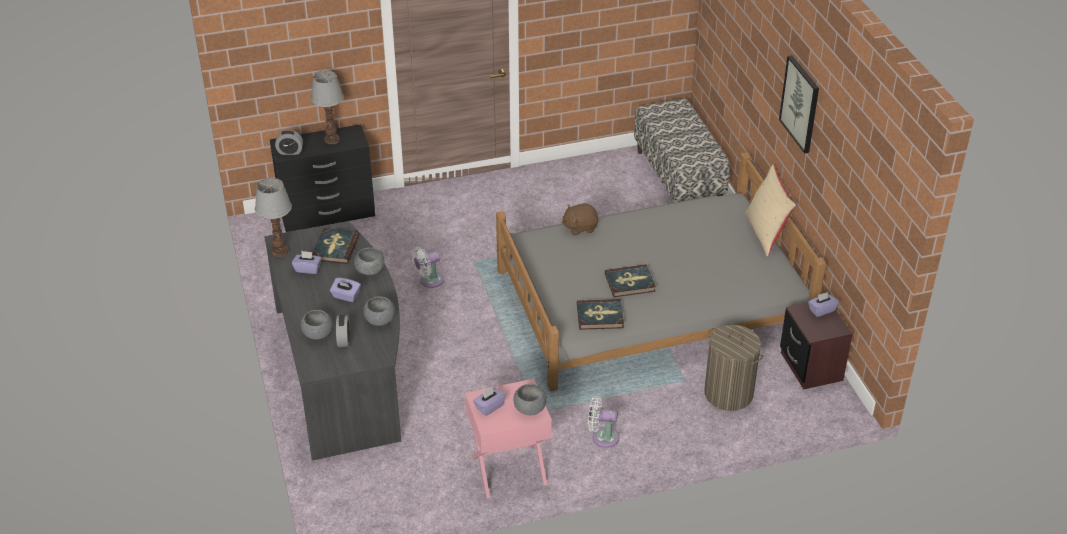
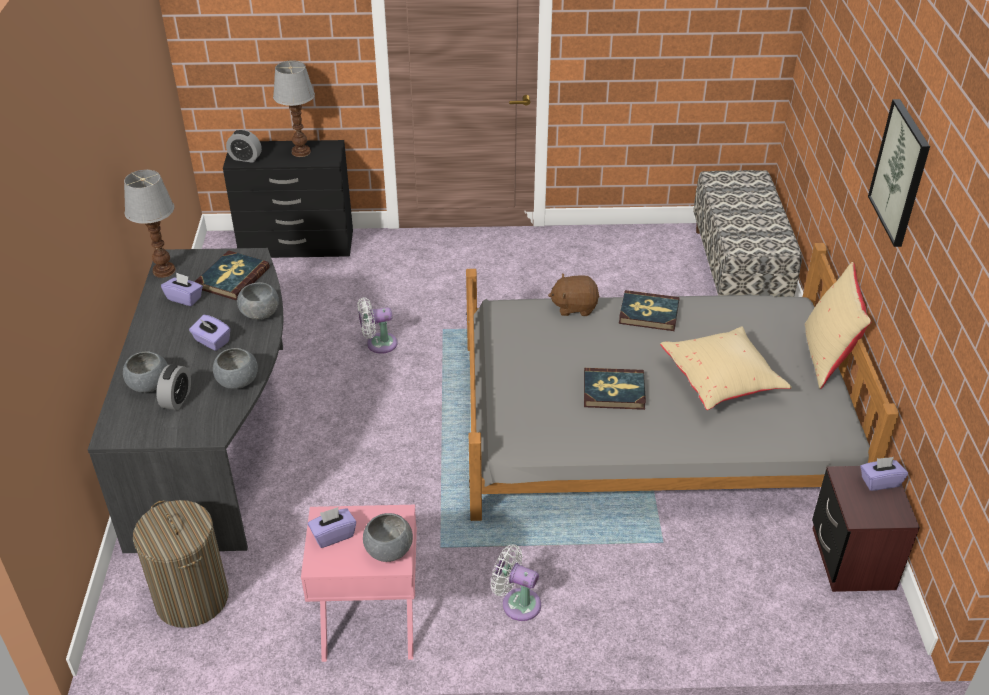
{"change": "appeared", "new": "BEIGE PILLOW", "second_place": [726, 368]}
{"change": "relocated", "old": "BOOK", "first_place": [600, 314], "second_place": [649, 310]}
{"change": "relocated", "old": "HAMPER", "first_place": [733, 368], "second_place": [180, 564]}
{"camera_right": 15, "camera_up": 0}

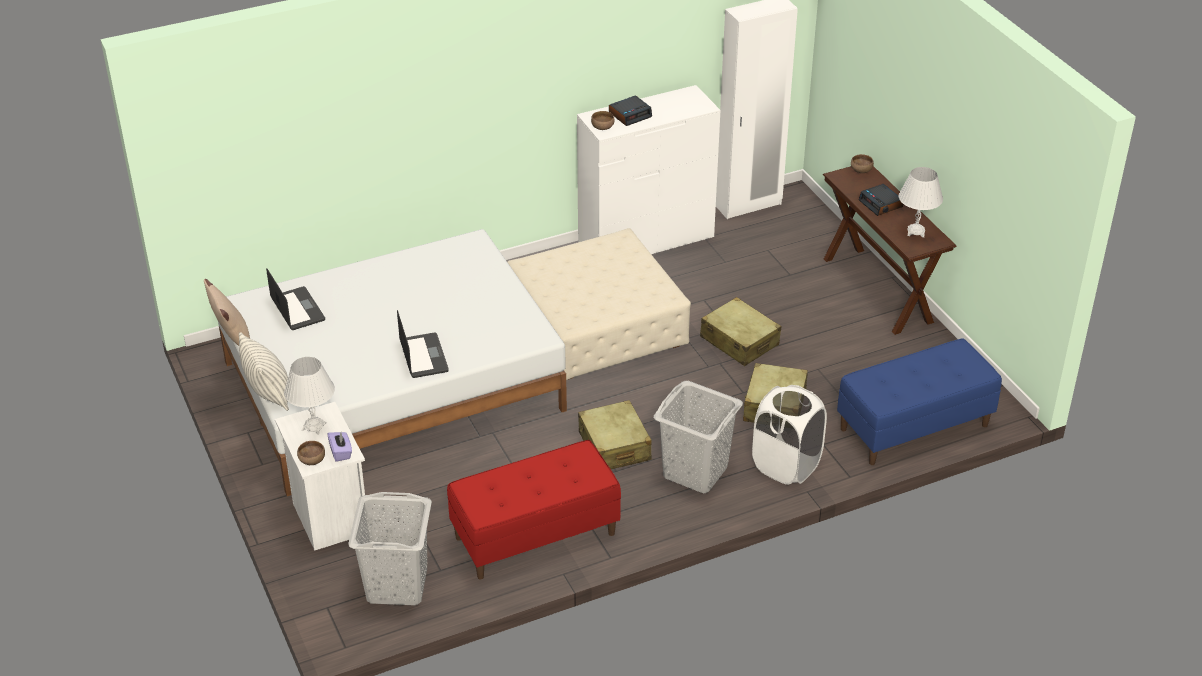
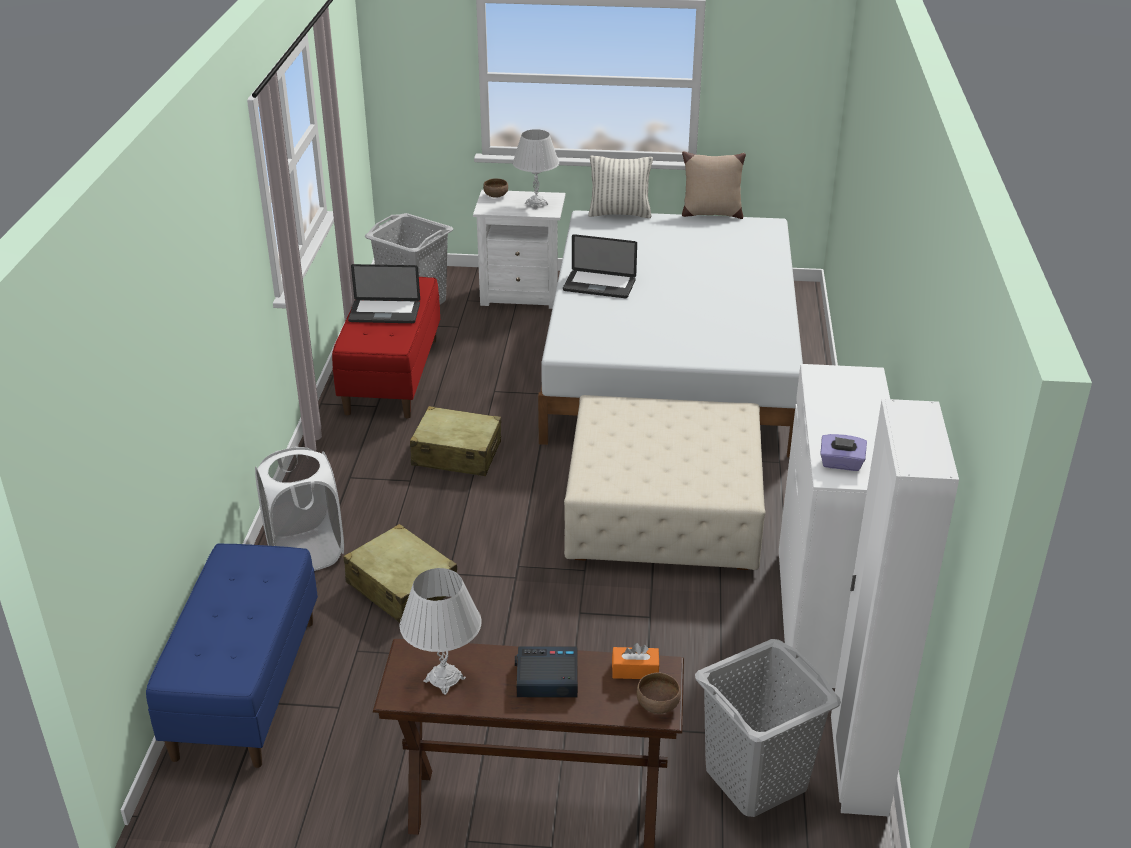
{"change": "missing", "old": "BROWNISH DEEP DISH", "first_place": [603, 120]}
{"change": "missing", "old": "TABLE CLOCK", "first_place": [630, 110]}
{"change": "missing", "old": "BEIGE SUITCASE", "first_place": [740, 331]}
{"change": "appeared", "new": "ORANGEY TISSUE HOLDER", "second_place": [635, 661]}
{"change": "relocated", "old": "LAPTOP", "first_place": [295, 299], "second_place": [384, 293]}
{"change": "relocated", "old": "PURPLISH TISSUE HOLDER", "first_place": [340, 447], "second_place": [843, 452]}
{"change": "relocated", "old": "GREY HAMPER", "first_place": [698, 437], "second_place": [768, 728]}
{"camera_right": 120, "camera_up": -5}

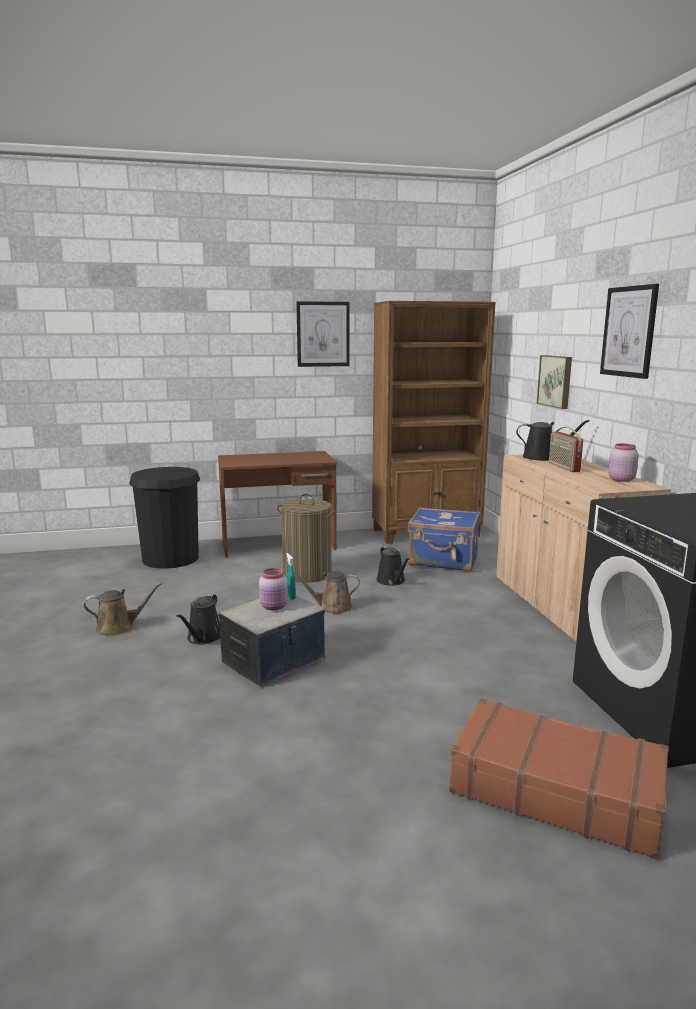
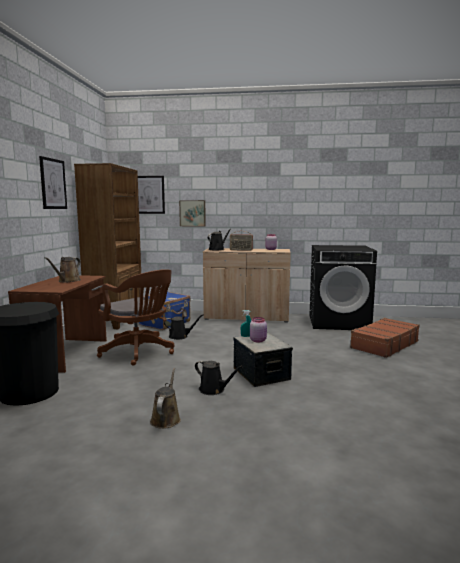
{"change": "relocated", "old": "BROWNISH WATERING CAN", "first_place": [326, 592], "second_place": [63, 270]}
{"change": "relocated", "old": "PICTURE", "first_place": [629, 331], "second_place": [151, 195]}
{"change": "exchanged", "old": "HAMPER", "new": "BROWNISH OFFICE CHAIR", "first_place": [306, 538], "second_place": [135, 317]}
{"camera_right": -70, "camera_up": -5}

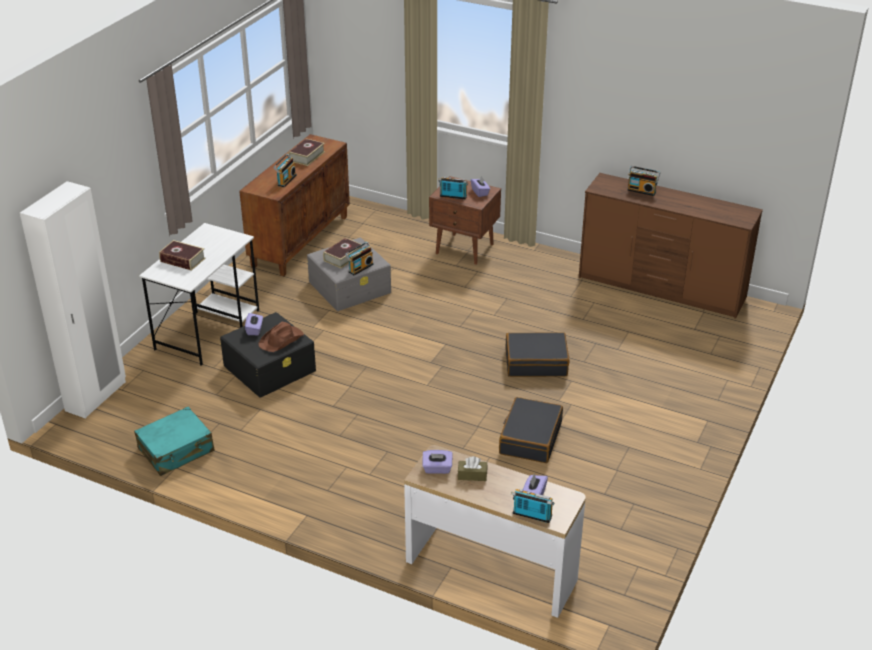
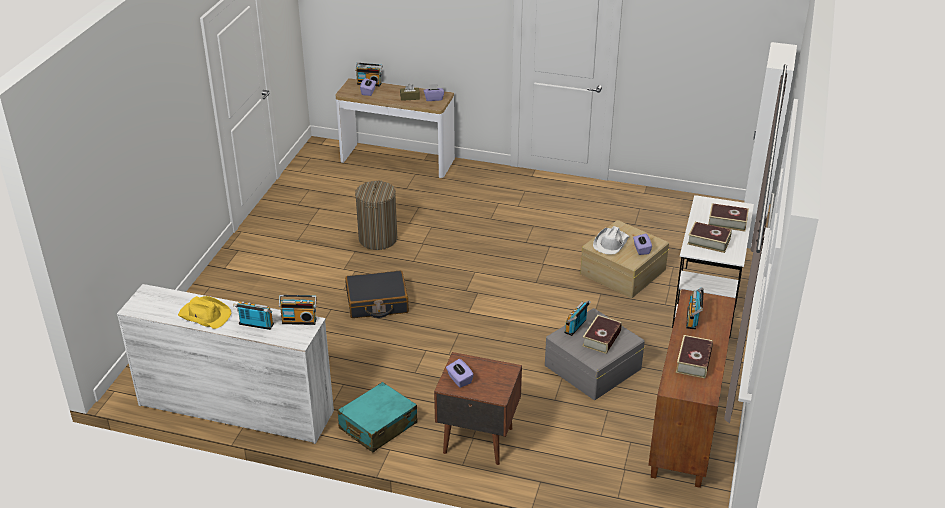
{"change": "appeared", "new": "YELLOWISH HAT", "second_place": [204, 312]}
{"change": "appeared", "new": "BOOK", "second_place": [709, 237]}
{"change": "relocated", "old": "BLUE-GREEN SUITCASE", "first_place": [174, 441], "second_place": [378, 417]}
{"change": "relocated", "old": "RADIO", "first_place": [453, 188], "second_place": [298, 310]}
{"change": "exchanged", "old": "BLACK-COLOURED SUITCASE", "new": "HAMPER", "first_place": [531, 430], "second_place": [376, 215]}
{"change": "colour", "old": "BLACK-COLOURED STORAGE BIN", "new": "BEIGE STORAGE BIN", "first_place": [268, 355], "second_place": [624, 259]}
{"change": "colour", "old": "BROWNISH HAT", "new": "WHITISH HAT", "first_place": [281, 337], "second_place": [611, 240]}
{"change": "colour", "old": "BROWNISH DRESSER", "new": "WHITISH DRESSER", "first_place": [671, 245], "second_place": [225, 364]}
{"camera_right": 170, "camera_up": 0}

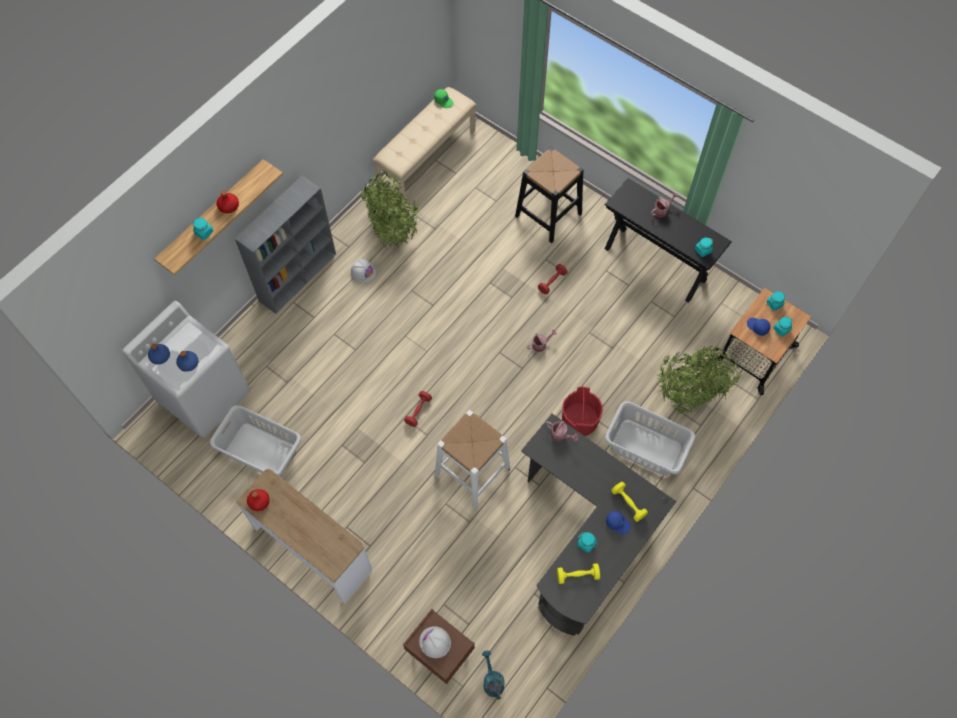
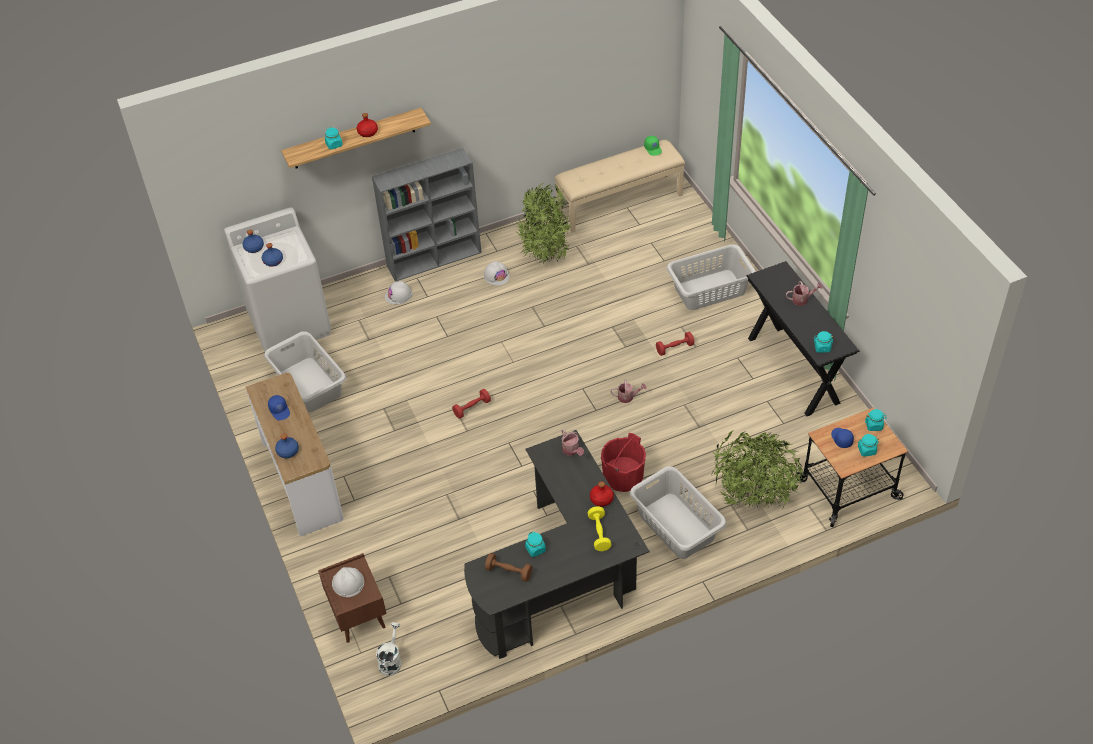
{"change": "missing", "old": "WHITISH STOOL", "first_place": [472, 459]}
{"change": "appeared", "new": "BLUE BEVERAGE BOTTLE", "second_place": [287, 446]}
{"change": "appeared", "new": "WHITISH SAFETY HELMET", "second_place": [399, 292]}
{"change": "relocated", "old": "RED BEVERAGE BOTTLE", "first_place": [258, 500], "second_place": [602, 494]}
{"change": "relocated", "old": "BLUE BASEBALL CAP", "first_place": [618, 522], "second_place": [279, 407]}
{"change": "exchanged", "old": "BLACK-COLOURED STOOL", "new": "GREY HAMPER", "first_place": [549, 195], "second_place": [711, 277]}
{"change": "colour", "old": "BLUE-GREEN WATERING CAN", "new": "WHITISH WATERING CAN", "first_place": [493, 675], "second_place": [388, 649]}
{"change": "colour", "old": "YELLOWISH HAND WEIGHT", "new": "BROWNISH HAND WEIGHT", "first_place": [578, 573], "second_place": [508, 567]}
{"camera_right": 30, "camera_up": -15}

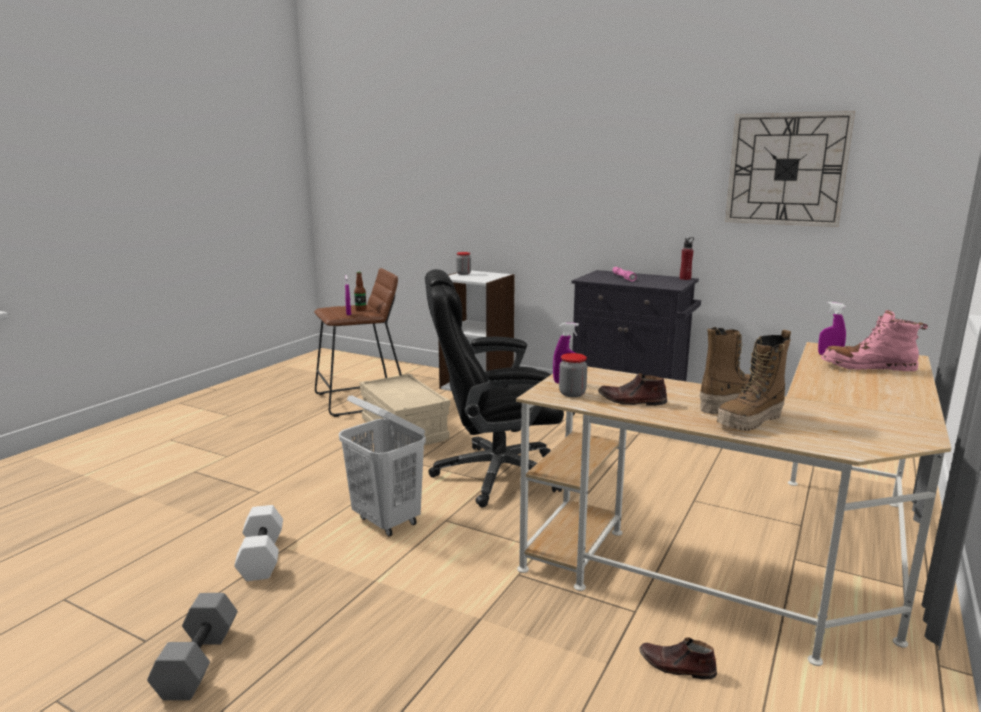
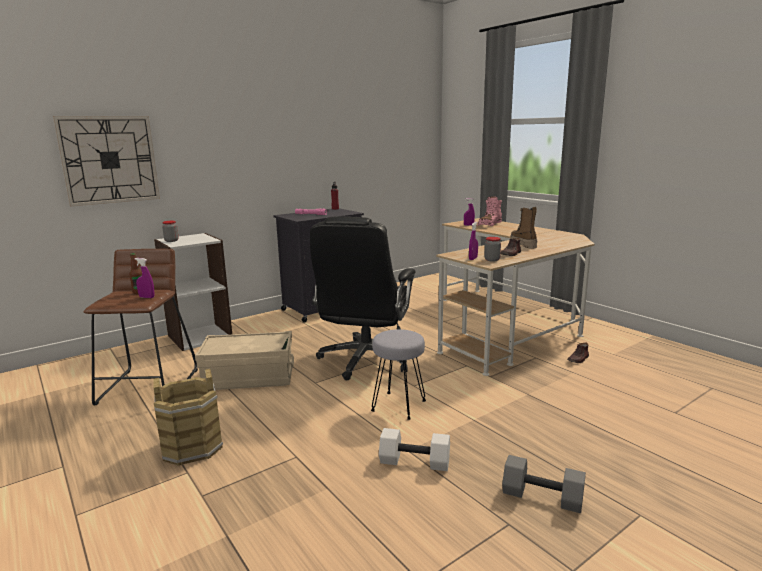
{"change": "missing", "old": "BOOT", "first_place": [754, 380]}
{"change": "appeared", "new": "BROWNISH BUCKET", "second_place": [188, 417]}
{"change": "relocated", "old": "WALL CLOCK", "first_place": [790, 169], "second_place": [106, 161]}
{"change": "exchanged", "old": "WHITISH HAMPER", "new": "GREY STOOL", "first_place": [382, 466], "second_place": [398, 374]}
{"camera_right": -65, "camera_up": 0}

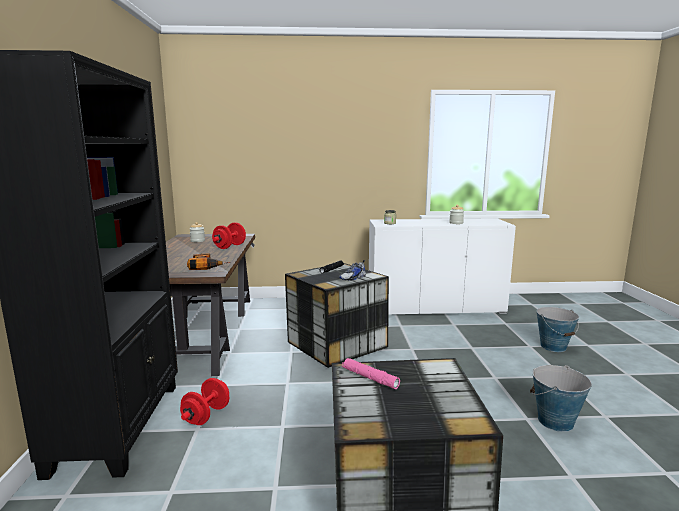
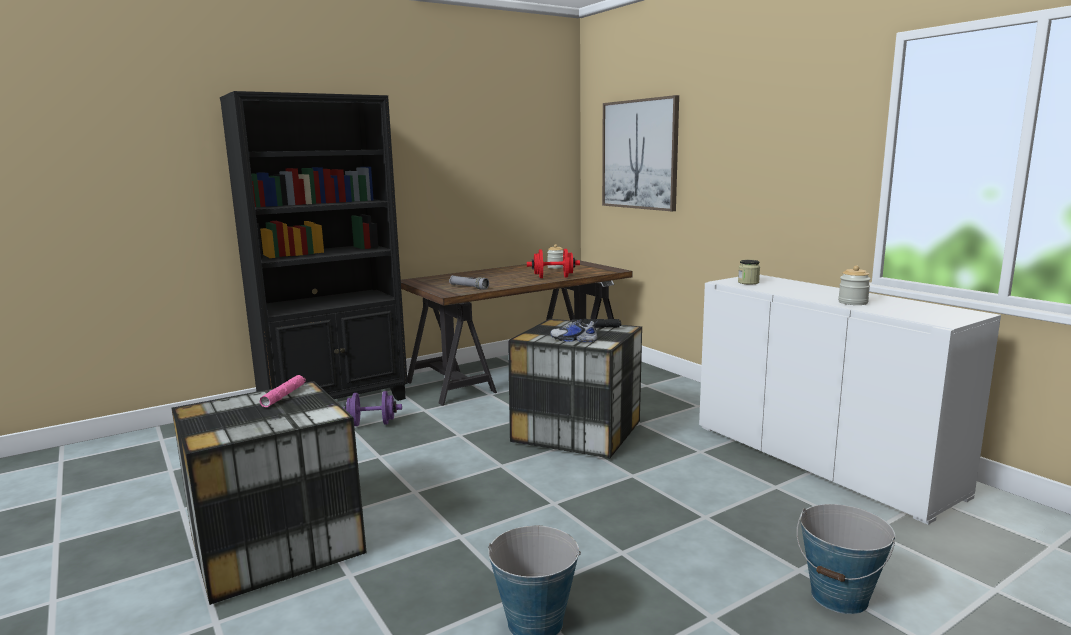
{"change": "appeared", "new": "PICTURE", "second_place": [640, 153]}
{"change": "exchanged", "old": "ELECTRIC DRILL", "new": "GREY FLASHLIGHT", "first_place": [208, 261], "second_place": [469, 282]}
{"change": "colour", "old": "RED HAND WEIGHT", "new": "PURPLISH HAND WEIGHT", "first_place": [204, 401], "second_place": [372, 408]}
{"camera_right": 60, "camera_up": 0}

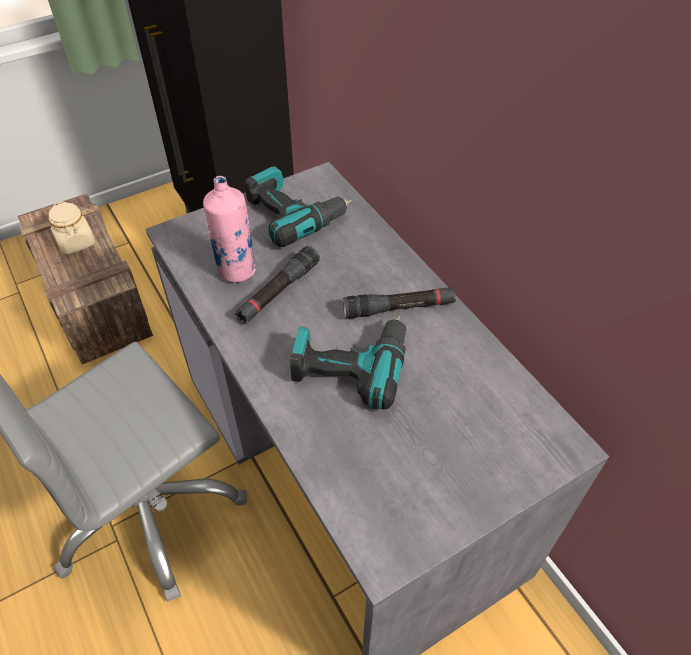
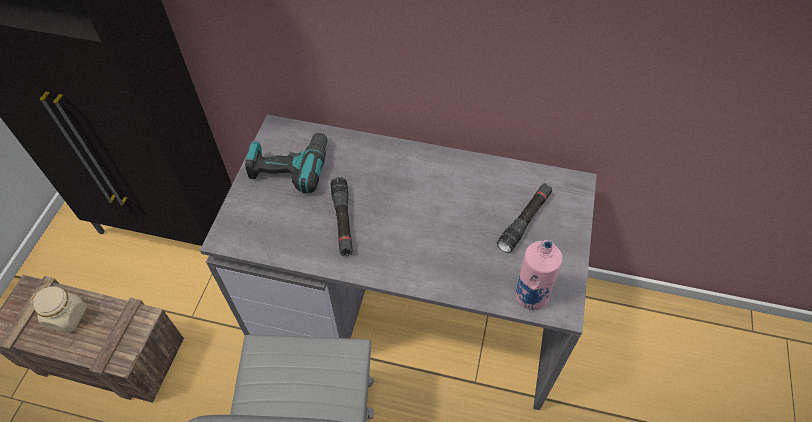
{"change": "missing", "old": "ELECTRIC DRILL", "first_place": [348, 362]}
{"change": "relocated", "old": "PINKISH BEVERAGE BOTTLE", "first_place": [229, 229], "second_place": [538, 275]}
{"change": "relocated", "old": "BLACK-COLOURED FLASHLIGHT", "first_place": [399, 302], "second_place": [525, 218]}
{"camera_right": -45, "camera_up": 5}

